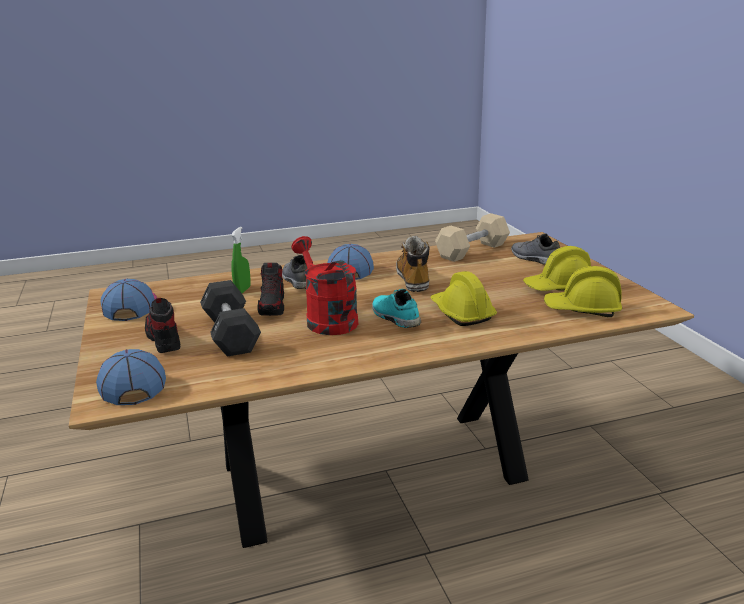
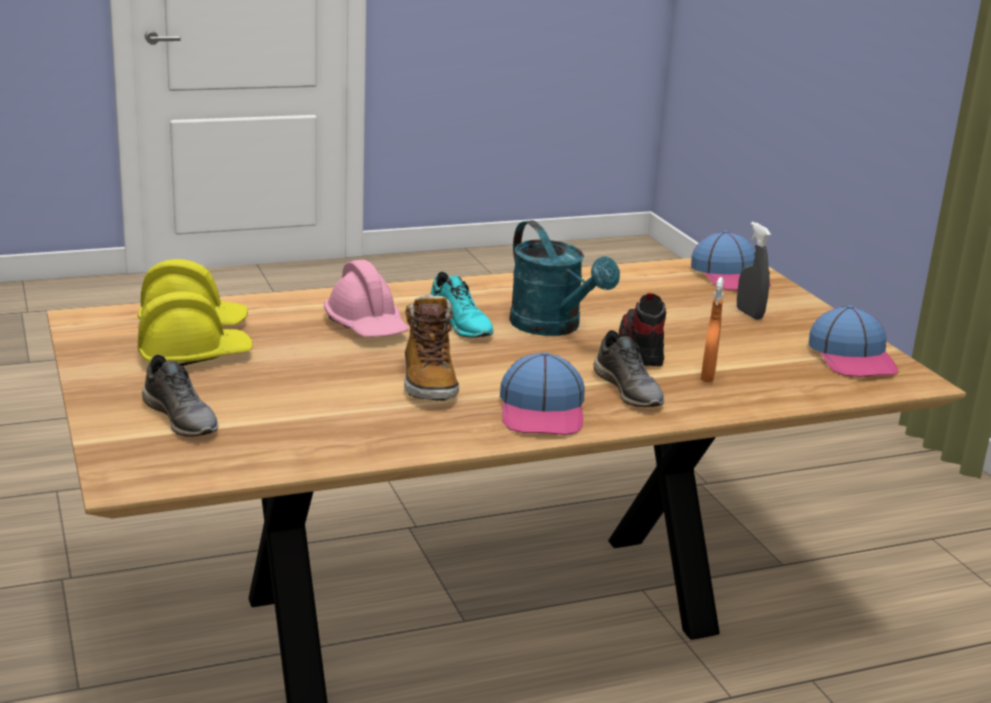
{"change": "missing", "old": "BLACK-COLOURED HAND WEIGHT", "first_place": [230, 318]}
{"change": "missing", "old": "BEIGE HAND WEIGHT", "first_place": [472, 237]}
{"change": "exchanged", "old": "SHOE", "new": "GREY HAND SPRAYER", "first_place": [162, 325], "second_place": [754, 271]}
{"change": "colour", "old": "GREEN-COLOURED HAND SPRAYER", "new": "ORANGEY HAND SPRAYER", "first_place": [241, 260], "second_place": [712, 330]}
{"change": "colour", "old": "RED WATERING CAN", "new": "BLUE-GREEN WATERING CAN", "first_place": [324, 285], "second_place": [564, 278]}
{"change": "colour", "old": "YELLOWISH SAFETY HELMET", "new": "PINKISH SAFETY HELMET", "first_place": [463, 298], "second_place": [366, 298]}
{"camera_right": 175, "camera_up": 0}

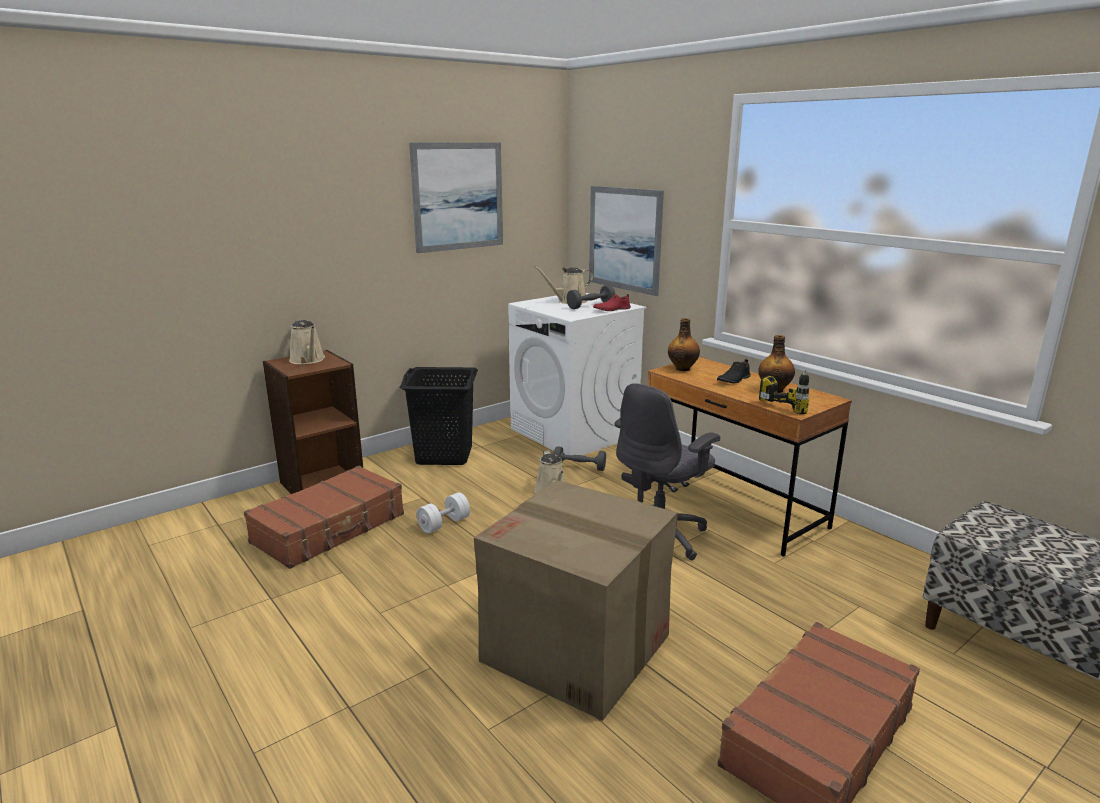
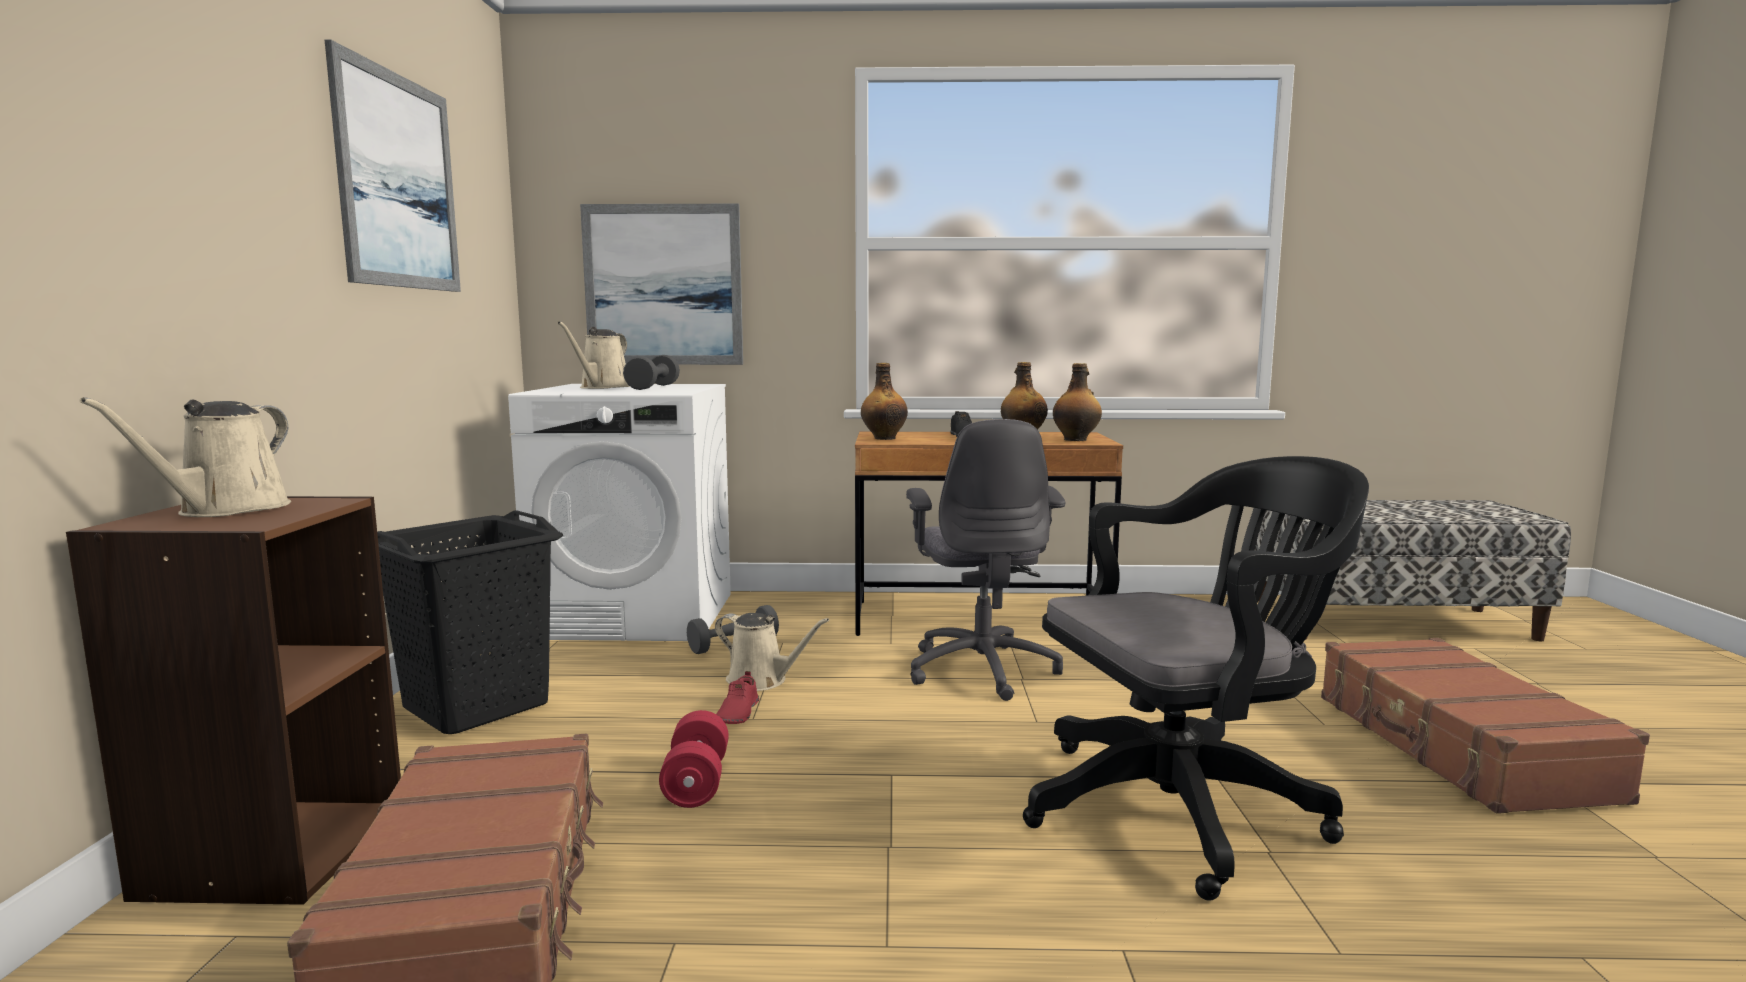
{"change": "relocated", "old": "RED SHOE", "first_place": [612, 302], "second_place": [737, 697]}
{"change": "exchanged", "old": "CARTON", "new": "BLACK-COLOURED OFFICE CHAIR", "first_place": [576, 600], "second_place": [1196, 678]}
{"change": "exchanged", "old": "ELECTRIC DRILL", "new": "BEVERAGE BOTTLE", "first_place": [784, 392], "second_place": [1077, 402]}
{"change": "colour", "old": "WHITISH HAND WEIGHT", "new": "RED HAND WEIGHT", "first_place": [443, 513], "second_place": [694, 759]}
{"change": "spun", "old": "BEIGE WATERING CAN", "first_place": [307, 342], "second_place": [185, 457], "degrees": 90}
{"camera_right": -50, "camera_up": -10}

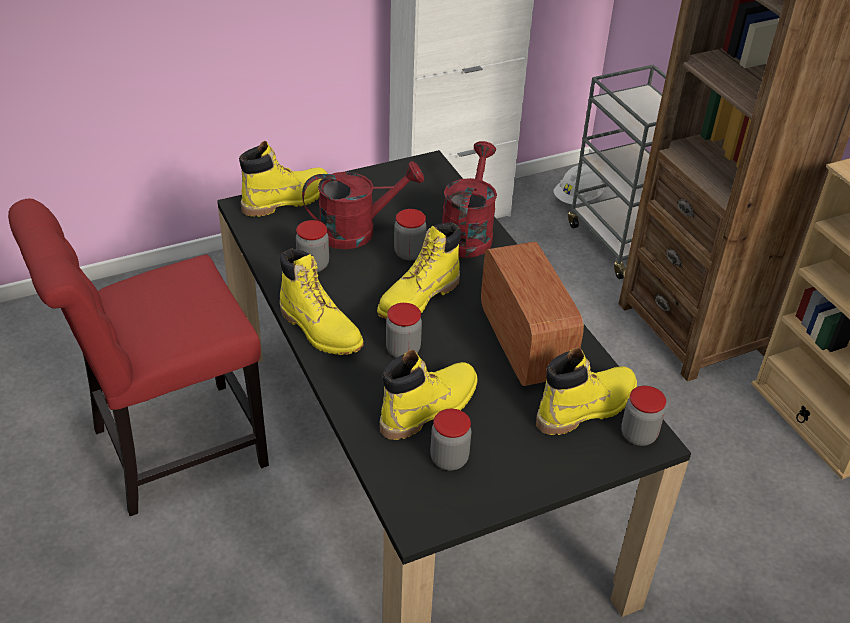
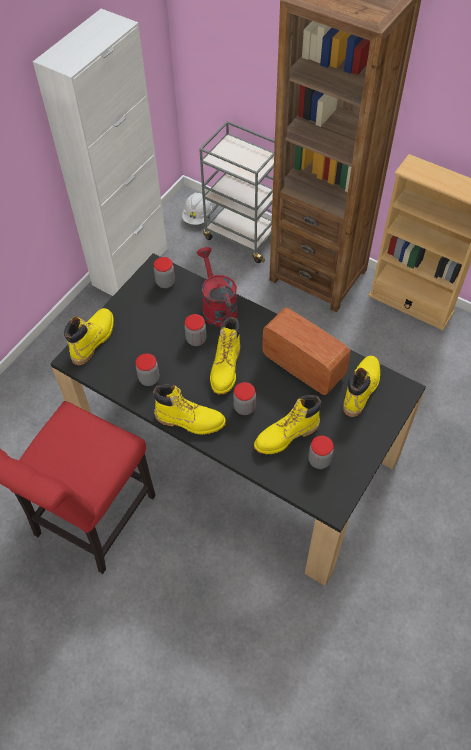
{"change": "missing", "old": "RED WATERING CAN", "first_place": [363, 205]}
{"change": "relocated", "old": "JAR", "first_place": [643, 416], "second_place": [164, 272]}
{"change": "spun", "old": "YELLOWISH BOOT", "first_place": [428, 395], "second_place": [287, 424], "degrees": -135}
{"camera_right": -30, "camera_up": 15}

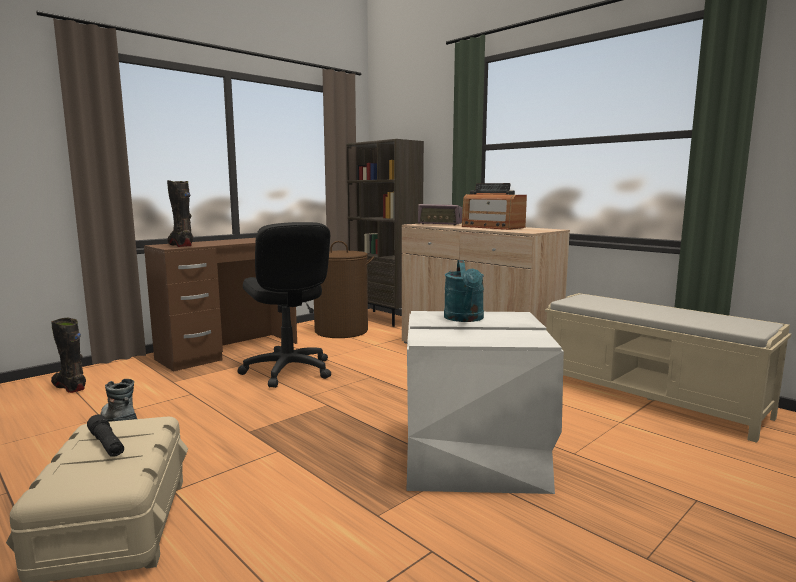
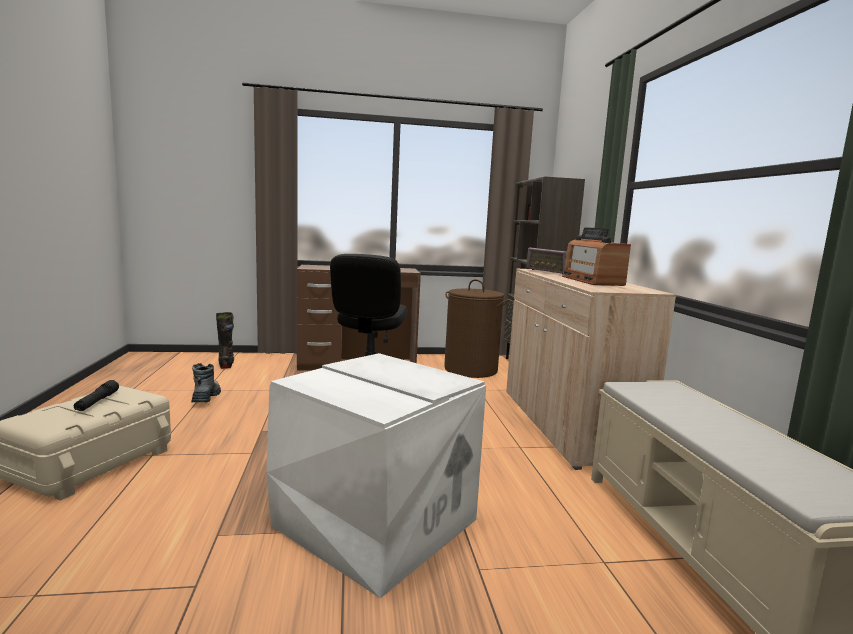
{"change": "missing", "old": "BLACK-COLOURED BOOT", "first_place": [180, 213]}
{"change": "missing", "old": "BLUE-GREEN WATERING CAN", "first_place": [464, 291]}
{"camera_right": 35, "camera_up": 0}

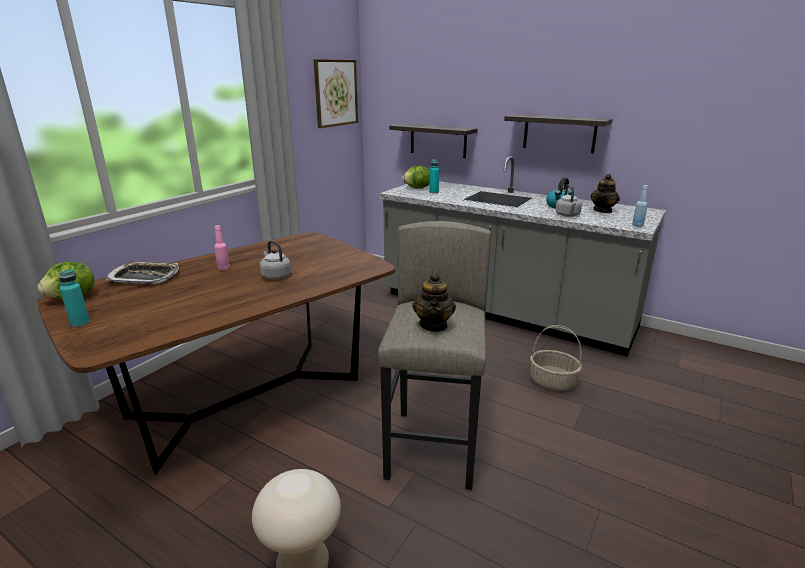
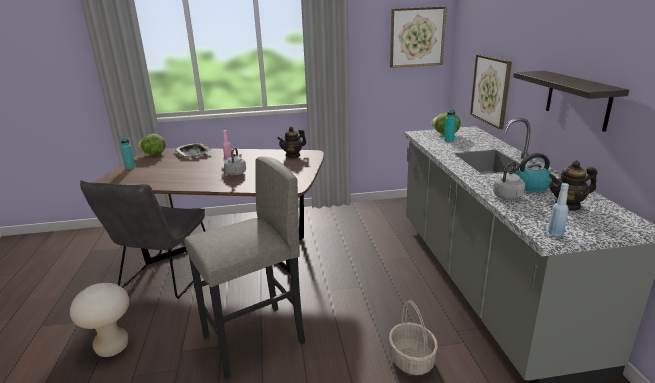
{"change": "appeared", "new": "GREY CHAIR", "second_place": [142, 239]}
{"change": "relocated", "old": "TEAPOT", "first_place": [434, 302], "second_place": [291, 142]}
{"change": "exchanged", "old": "WALL SHELF", "new": "PICTURE", "first_place": [433, 140], "second_place": [491, 91]}
{"camera_right": 50, "camera_up": 0}

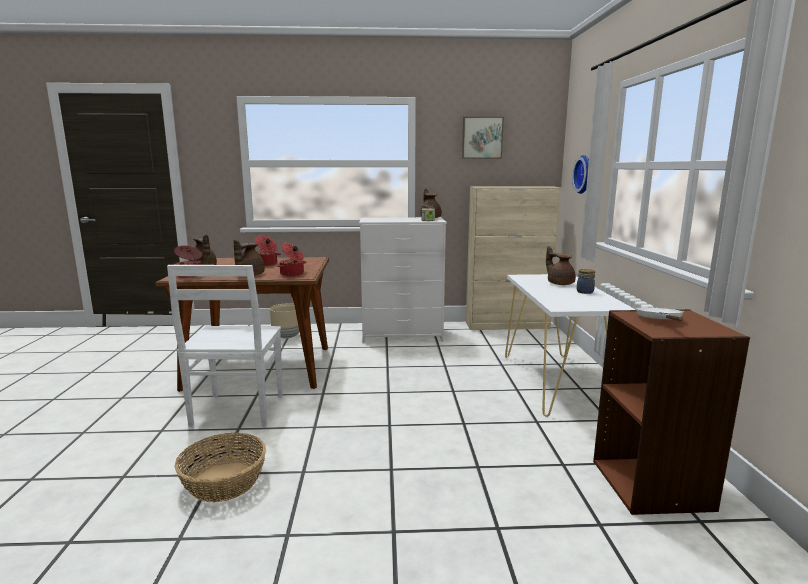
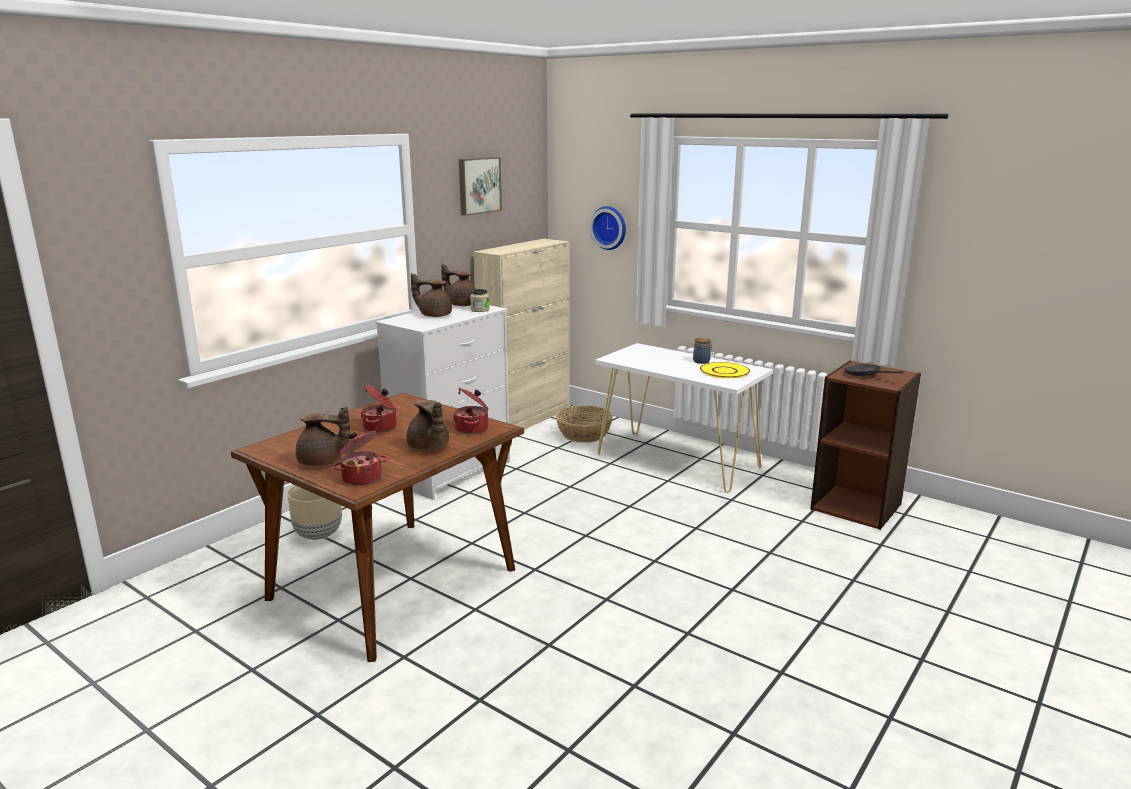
{"change": "missing", "old": "WHITISH CHAIR", "first_place": [225, 346]}
{"change": "appeared", "new": "YELLOWISH DINNER PLATE", "second_place": [725, 370]}
{"change": "relocated", "old": "HOUSEHOLD BASKET", "first_place": [220, 467], "second_place": [584, 424]}
{"change": "relocated", "old": "BROWNISH TEAPOT", "first_place": [561, 265], "second_place": [431, 295]}
{"change": "colour", "old": "WHITISH FRYING PAN", "new": "BLACK-COLOURED FRYING PAN", "first_place": [660, 314], "second_place": [874, 370]}
{"camera_right": -50, "camera_up": 5}

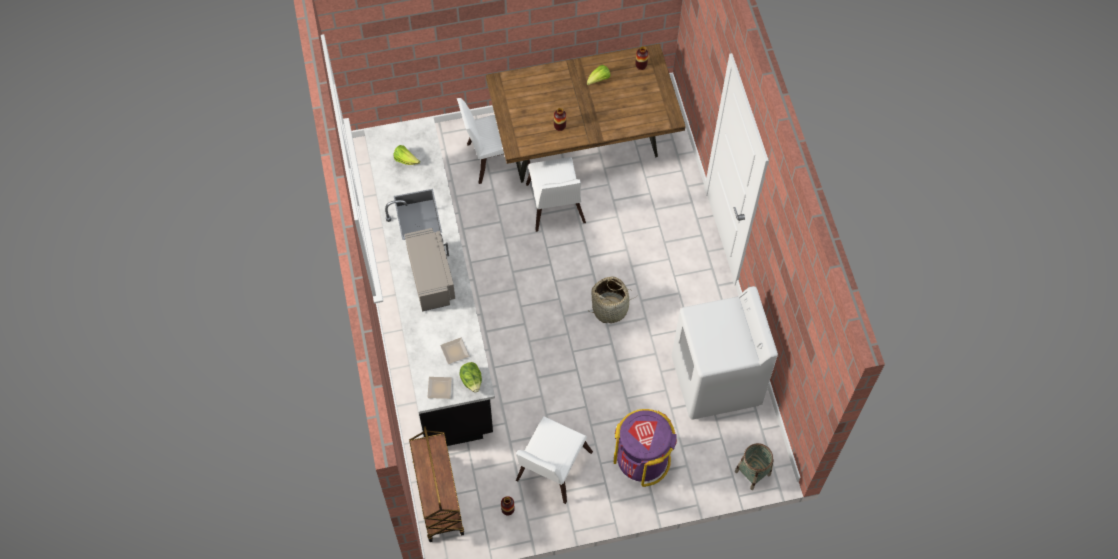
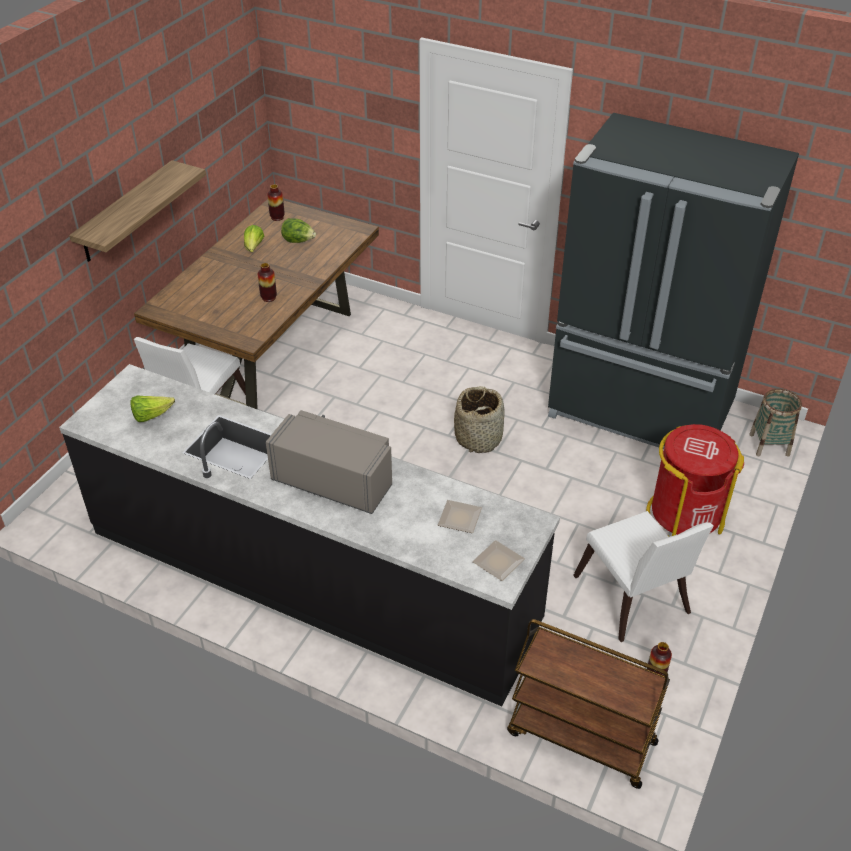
{"change": "missing", "old": "WHITISH CHAIR", "first_place": [556, 194]}
{"change": "appeared", "new": "WALL SHELF", "second_place": [137, 211]}
{"change": "relocated", "old": "HEAD OF LETTUCE", "first_place": [470, 377], "second_place": [298, 230]}
{"change": "exchanged", "old": "WHITISH WASHING MACHINE", "new": "BLACK-COLOURED FRIDGE", "first_place": [725, 353], "second_place": [673, 281]}
{"change": "colour", "old": "PURPLISH WASTE BIN", "new": "RED WASTE BIN", "first_place": [645, 448], "second_place": [695, 480]}
{"camera_right": -50, "camera_up": -20}

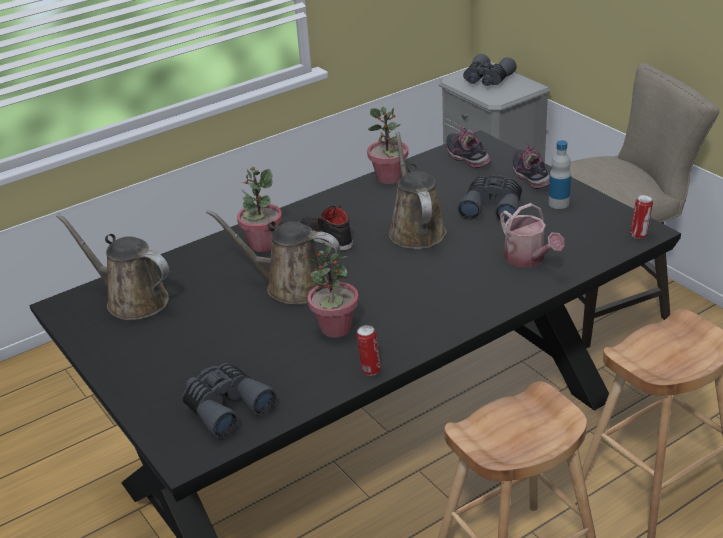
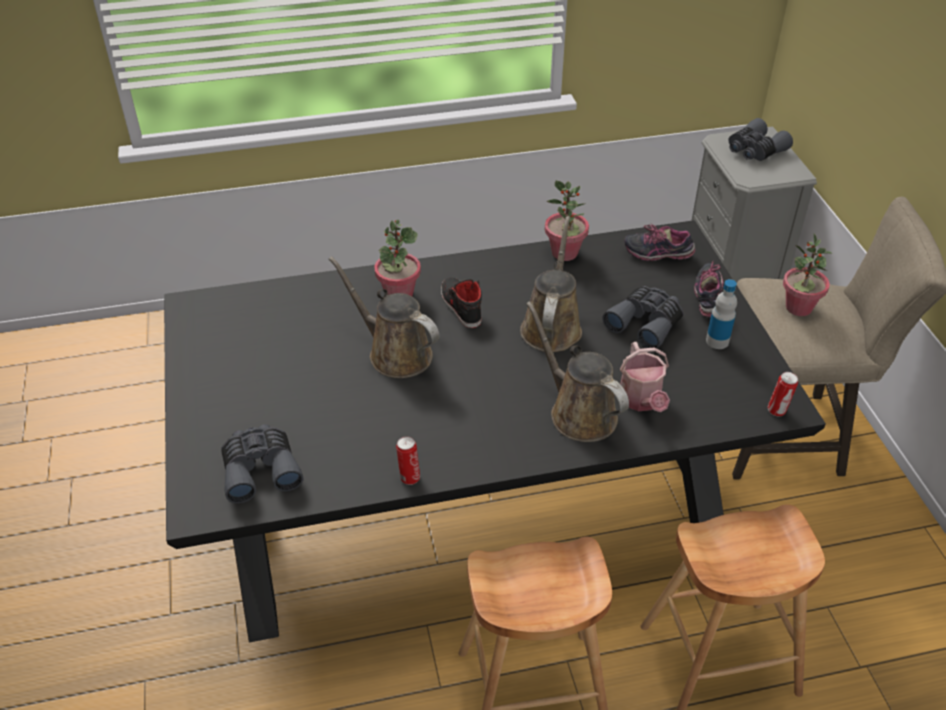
{"change": "relocated", "old": "BROWNISH WATERING CAN", "first_place": [112, 266], "second_place": [577, 371]}
{"change": "relocated", "old": "PLANT IN A POT", "first_place": [333, 289], "second_place": [807, 275]}
{"change": "spun", "old": "SHOE", "first_place": [468, 147], "second_place": [659, 242], "degrees": -75}
{"camera_right": 20, "camera_up": 10}

